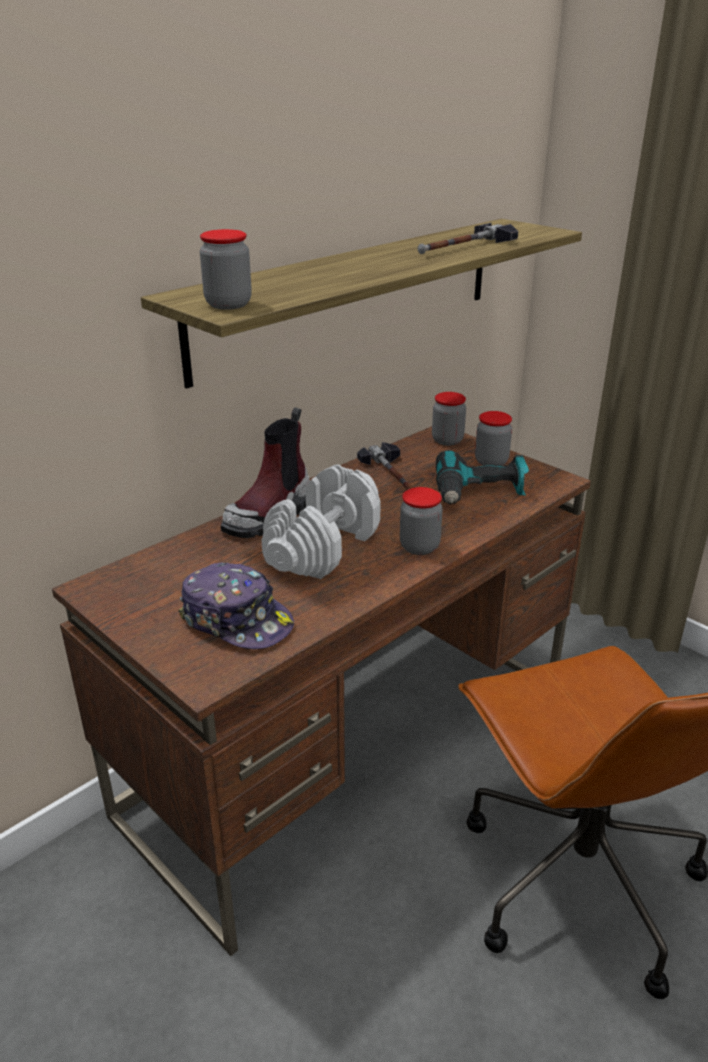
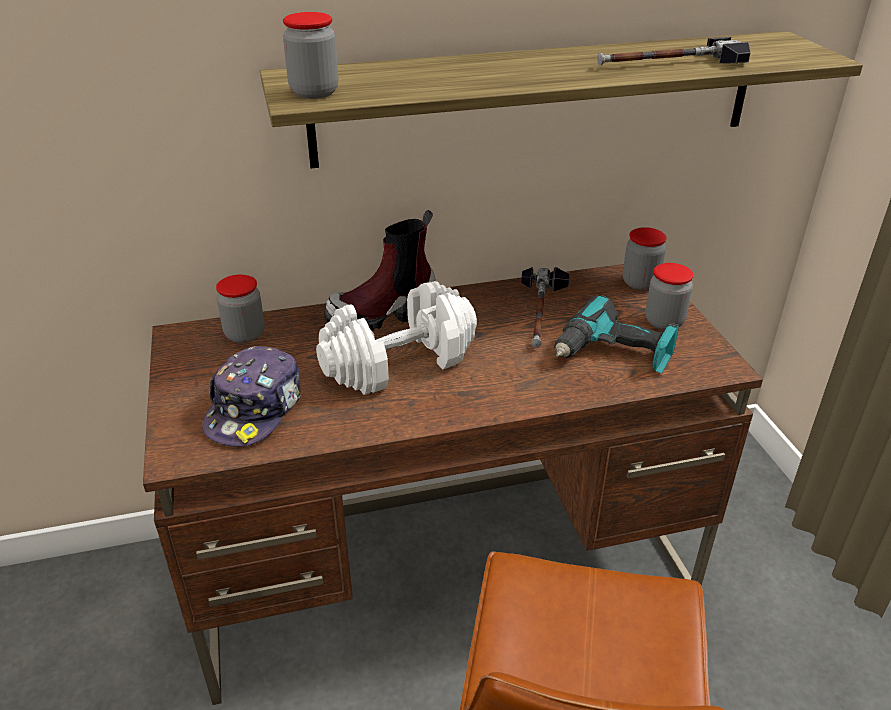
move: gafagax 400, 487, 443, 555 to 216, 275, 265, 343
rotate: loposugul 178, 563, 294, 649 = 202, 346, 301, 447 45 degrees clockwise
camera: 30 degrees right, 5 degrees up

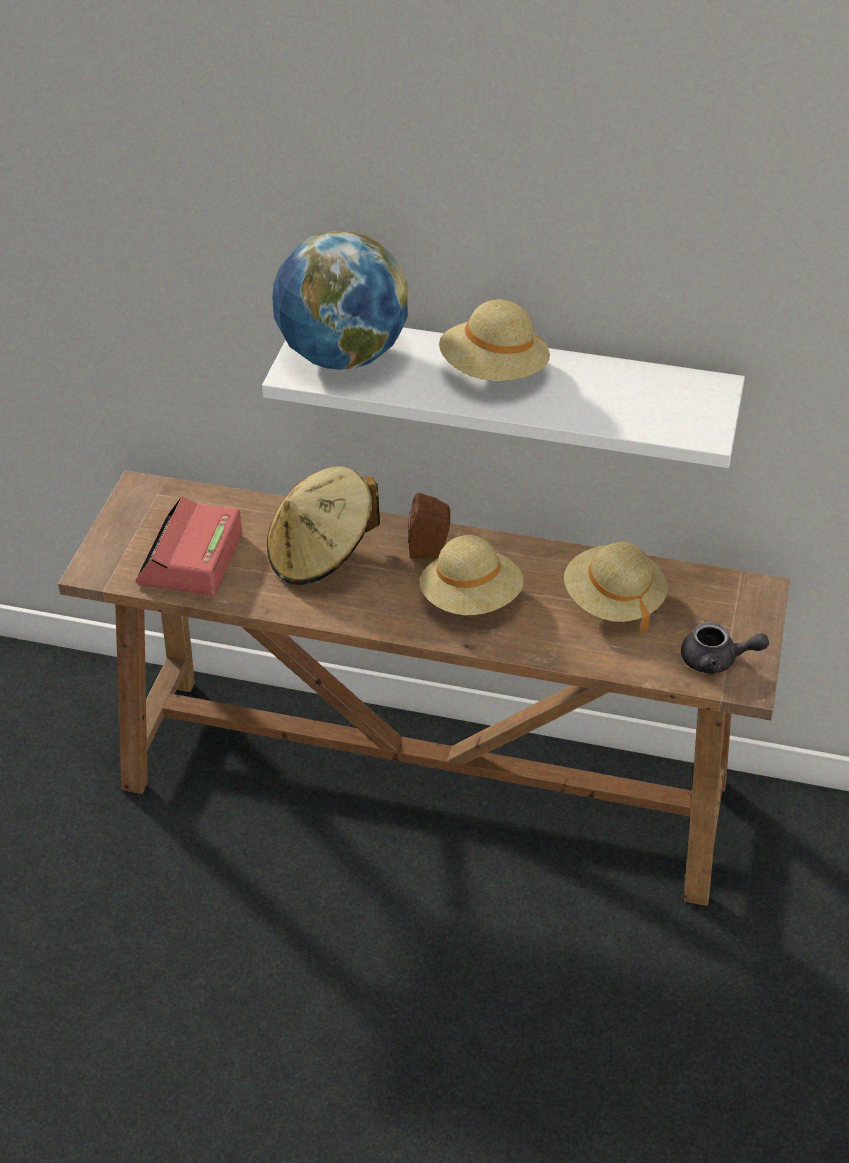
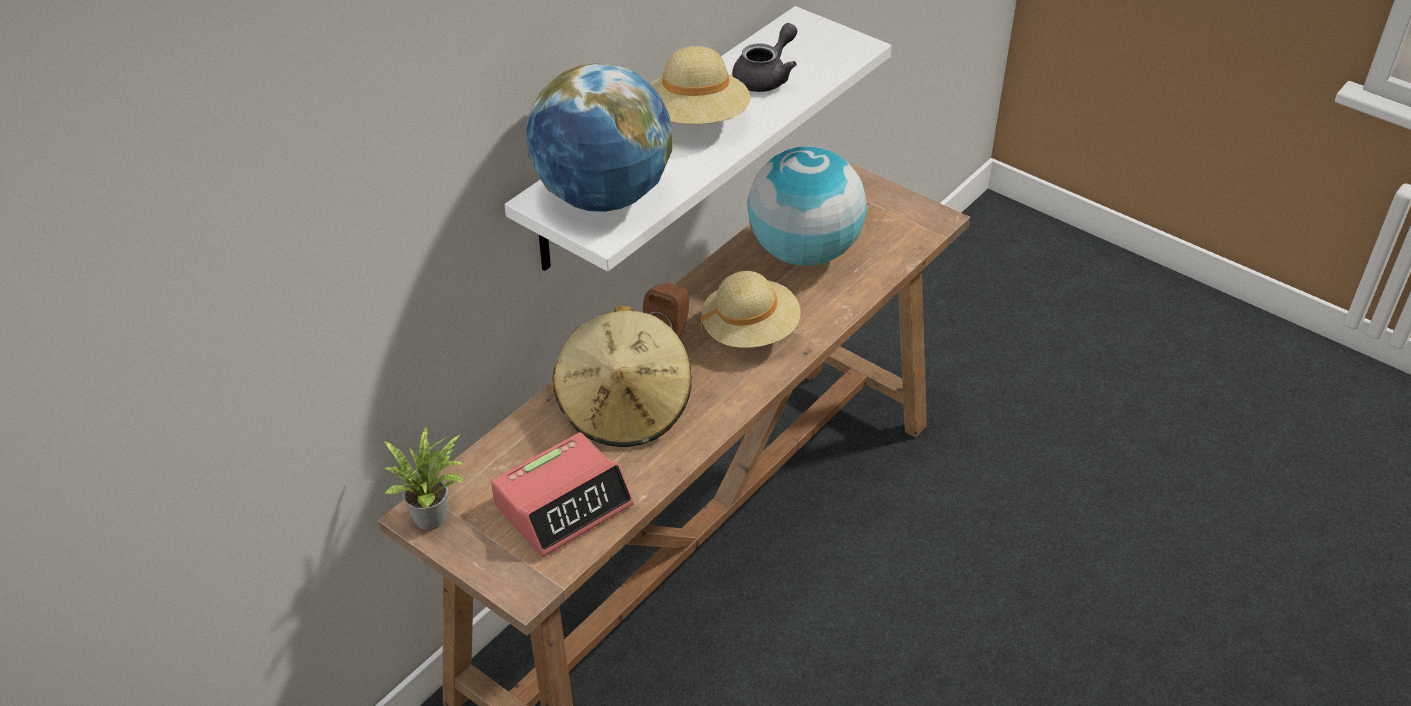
insert: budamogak 383, 426, 466, 530
move: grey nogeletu 681, 622, 769, 674 to 732, 23, 797, 92
replace: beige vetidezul 564, 542, 668, 633 to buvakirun 747, 146, 867, 266
rotate: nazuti 136, 495, 242, 596 = 491, 432, 634, 557 75 degrees counterclockwise
camera: 65 degrees left, 0 degrees up

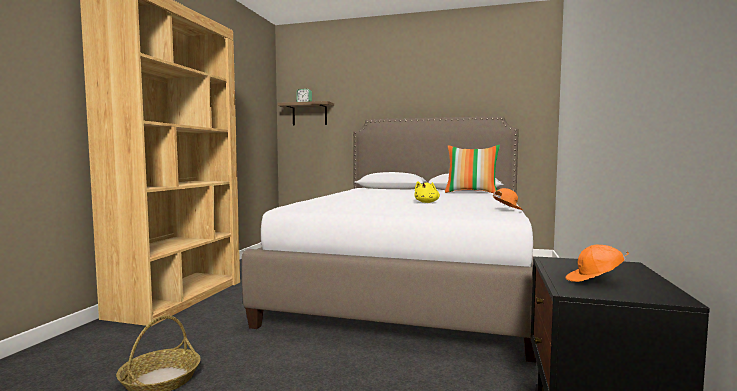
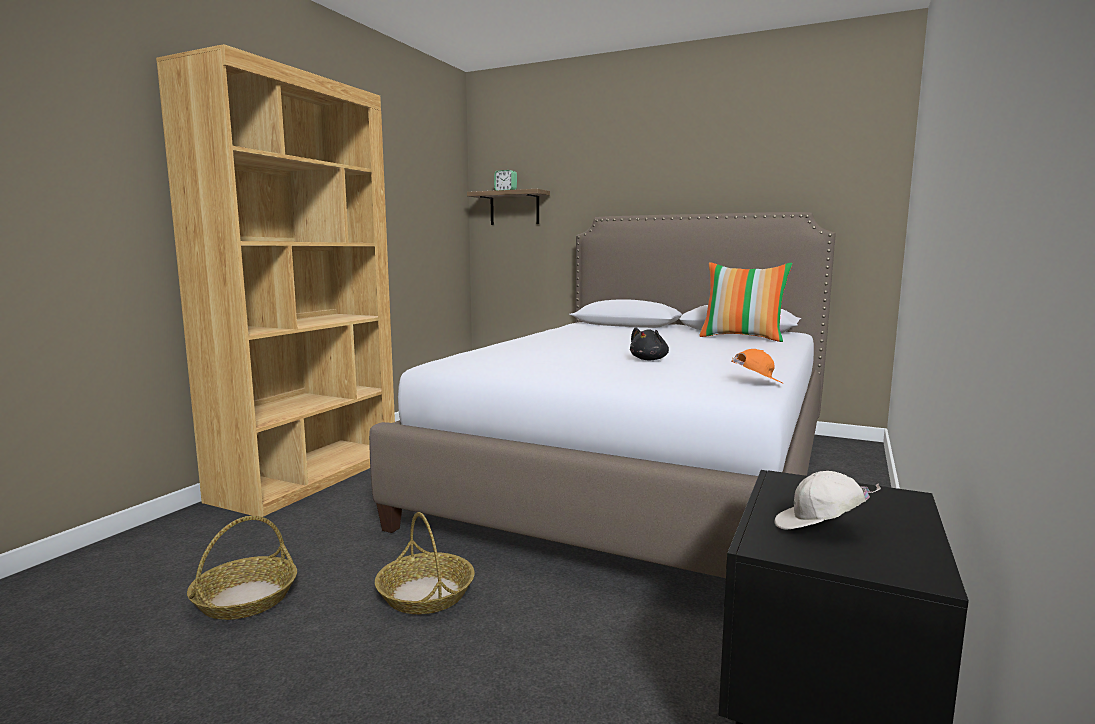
insert: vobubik 375, 512, 475, 614
recolor: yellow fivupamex 414, 181, 440, 203 to black fivupamex 630, 327, 669, 360; orange loposugul 565, 245, 629, 282 to white loposugul 774, 471, 881, 530
camera: 10 degrees right, 5 degrees up

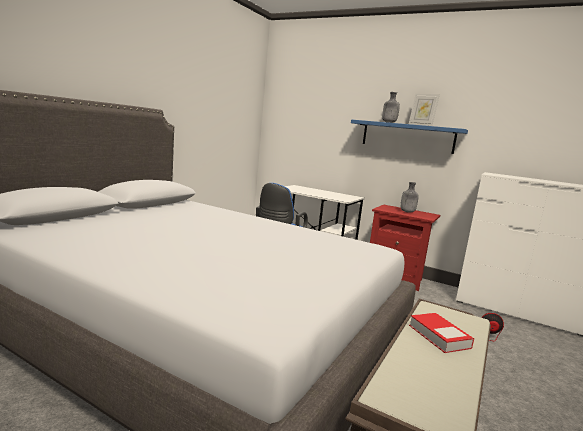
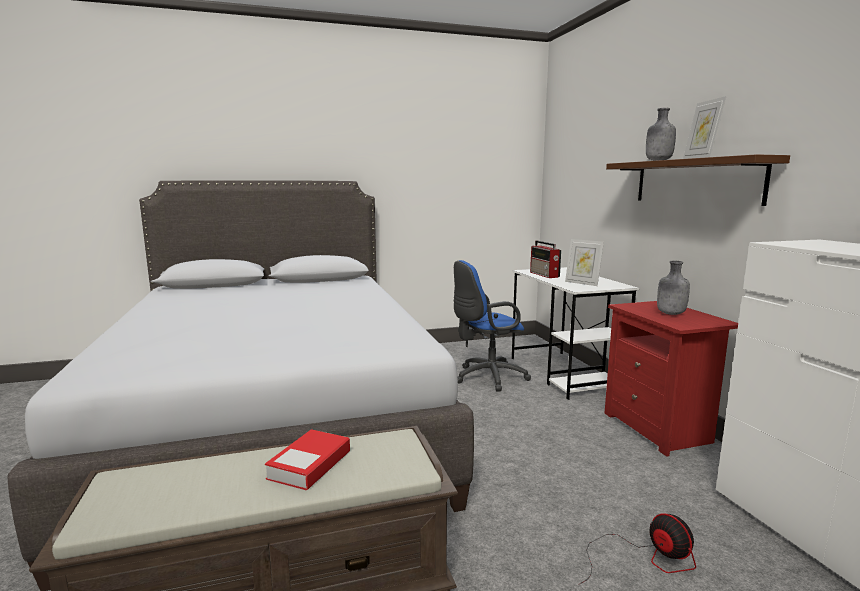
insert: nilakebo 530, 241, 561, 278; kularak 565, 239, 604, 286
recolor: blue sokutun 351, 119, 468, 154 to brown sokutun 606, 154, 790, 206
camera: 45 degrees right, 0 degrees up

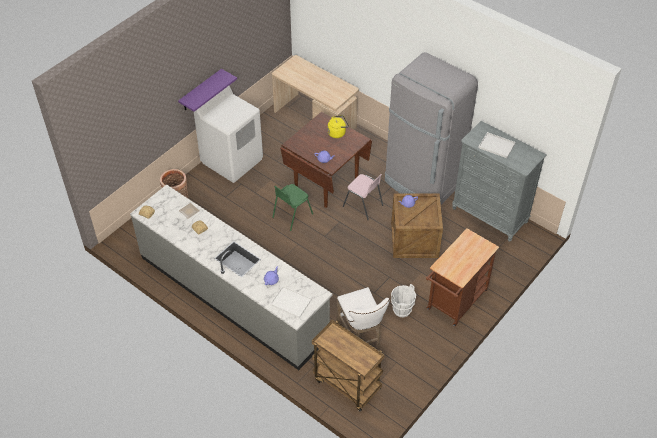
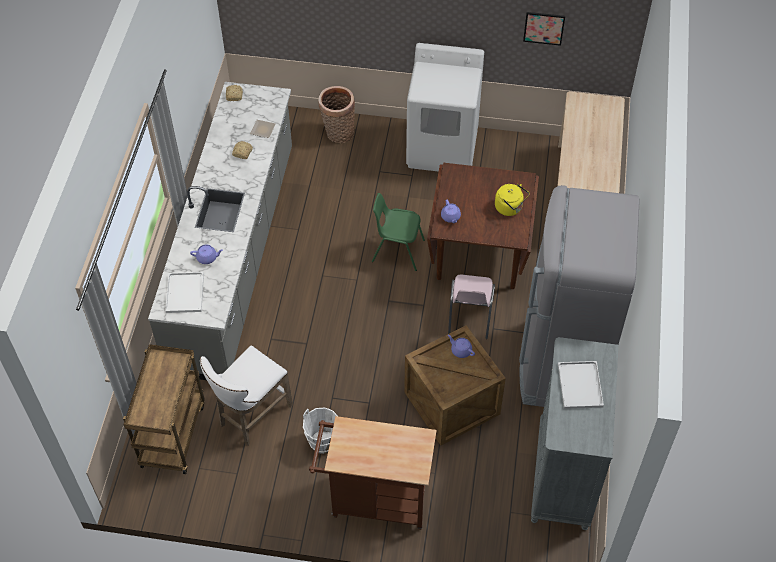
delete: purple sokutun 178, 69, 237, 112
insert: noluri 523, 12, 565, 46
camera: 60 degrees right, 5 degrees up

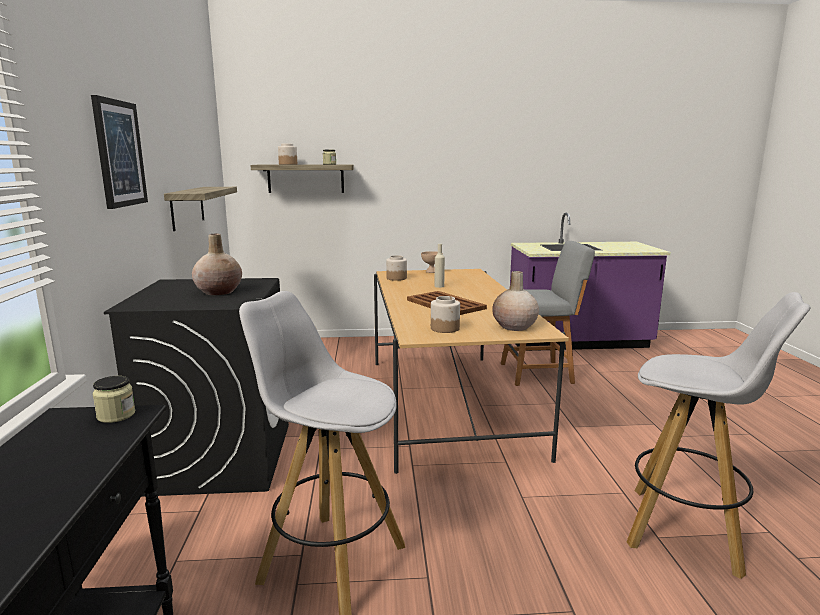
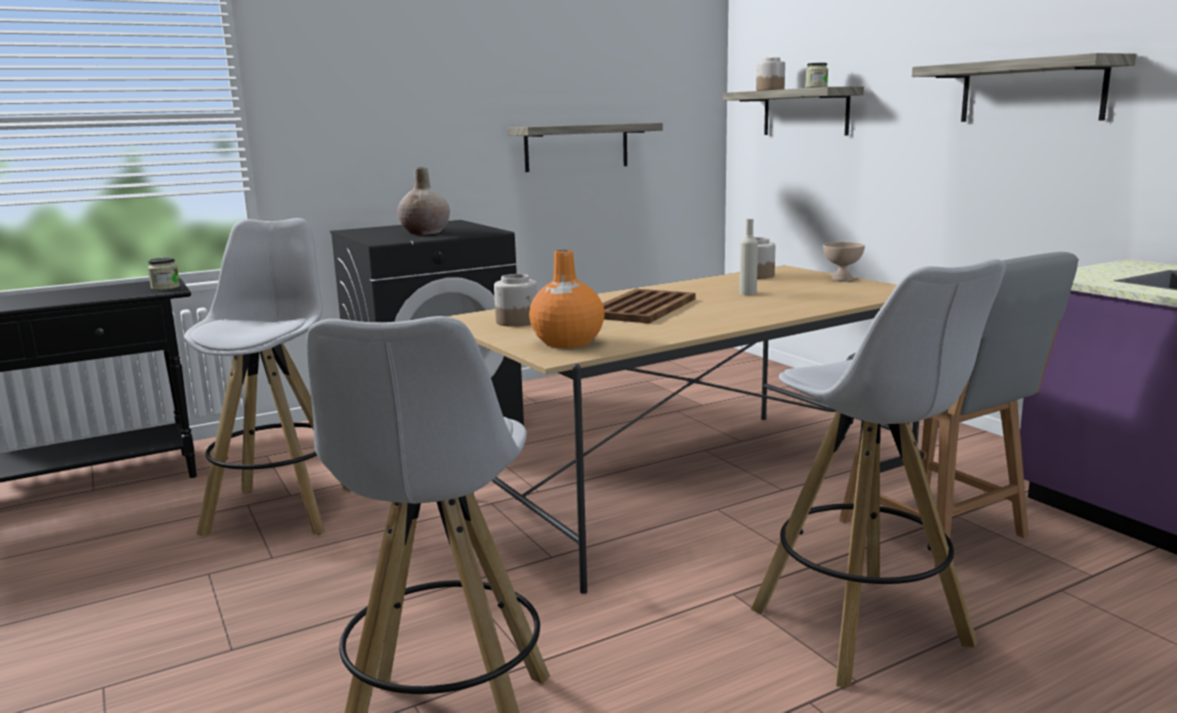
delete: noluri 91, 95, 148, 209
insert: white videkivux 751, 259, 1006, 687; sokutun 912, 53, 1136, 122
recolor: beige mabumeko 492, 271, 539, 331 to orange mabumeko 529, 250, 605, 348
camera: 65 degrees right, 0 degrees up

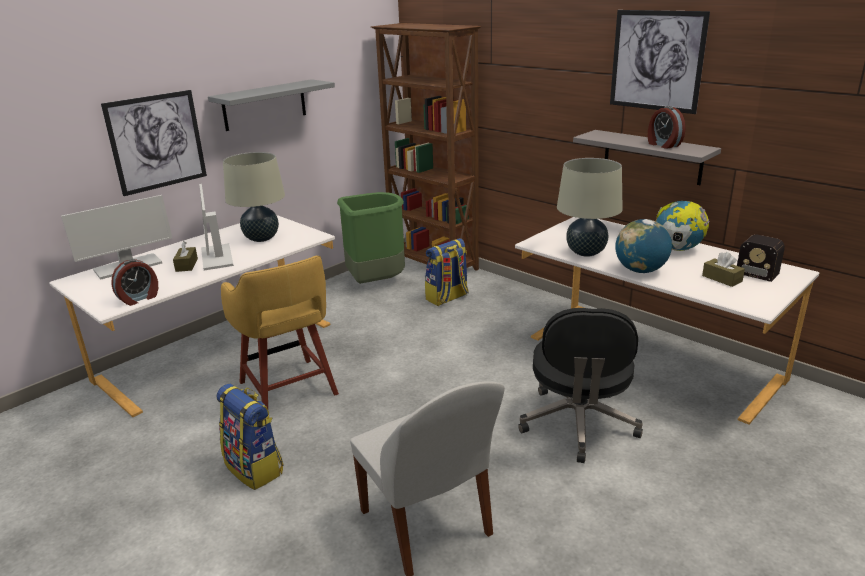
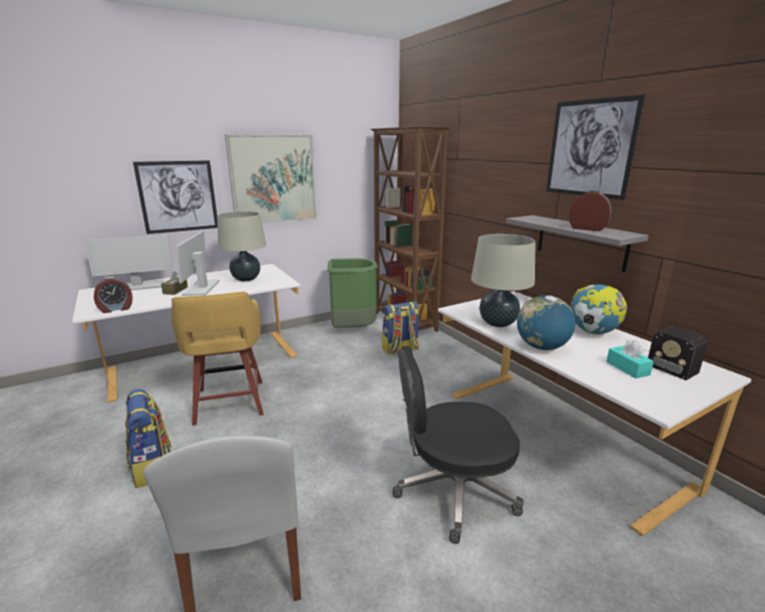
replace: grey sokutun 208, 79, 335, 131 to noluri 225, 134, 317, 224
recolor: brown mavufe 702, 252, 745, 287 to turquoise mavufe 606, 340, 654, 379
rotate: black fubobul 518, 308, 643, 463 = 393, 346, 524, 544 60 degrees clockwise; nazuti 648, 106, 685, 149 = 569, 190, 612, 231 135 degrees clockwise
camera: 15 degrees right, 5 degrees down

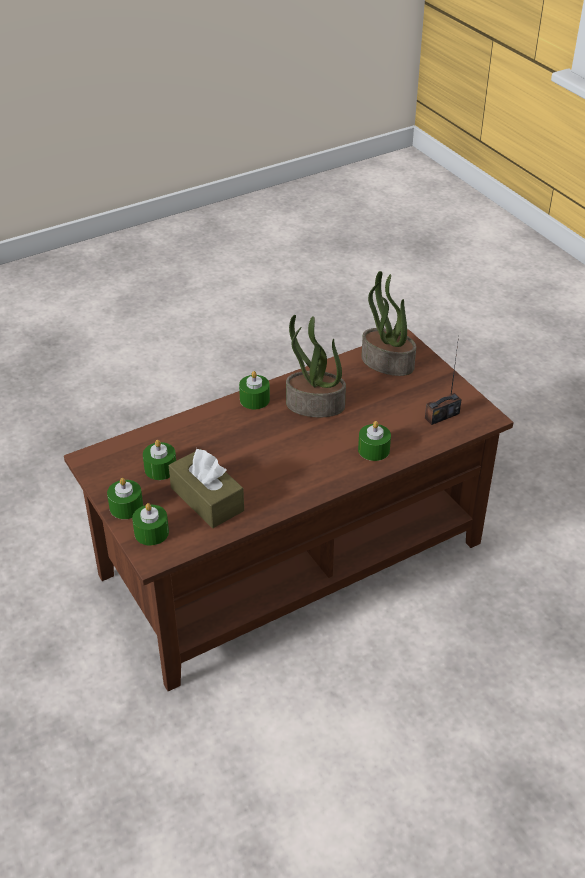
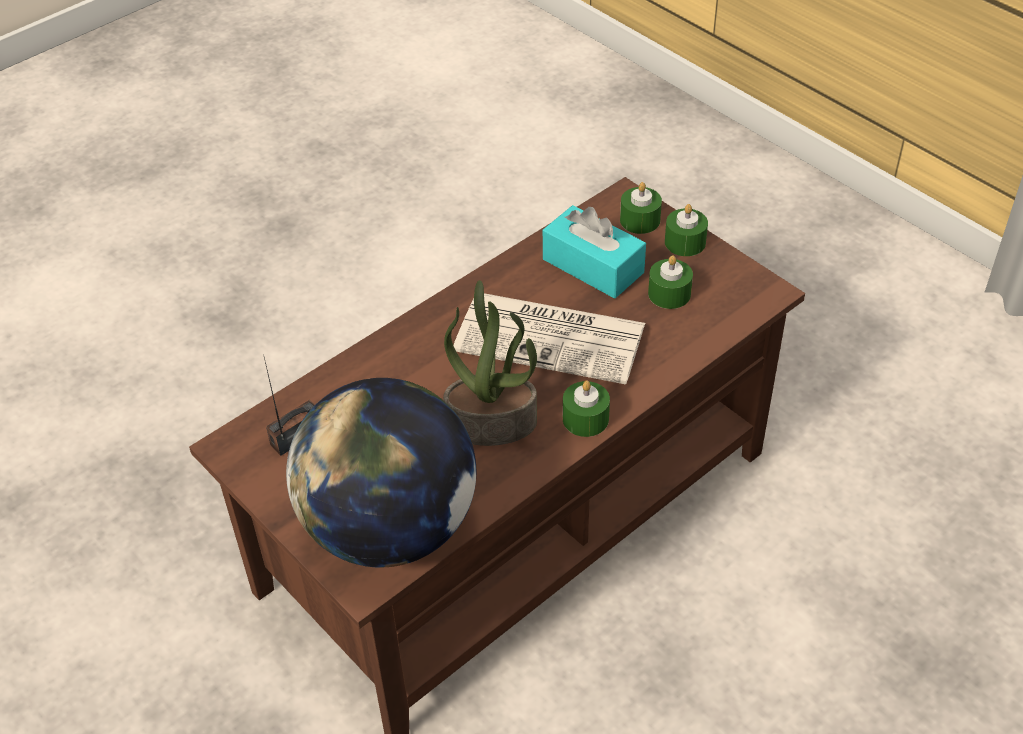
delete: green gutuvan 358, 421, 391, 461
insert: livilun 453, 293, 645, 385
replace: budamogak 361, 271, 416, 376 to buvakirun 286, 378, 476, 567
recolor: brown mavufe 169, 449, 244, 528 to turquoise mavufe 543, 205, 646, 298
camera: 170 degrees right, 5 degrees up

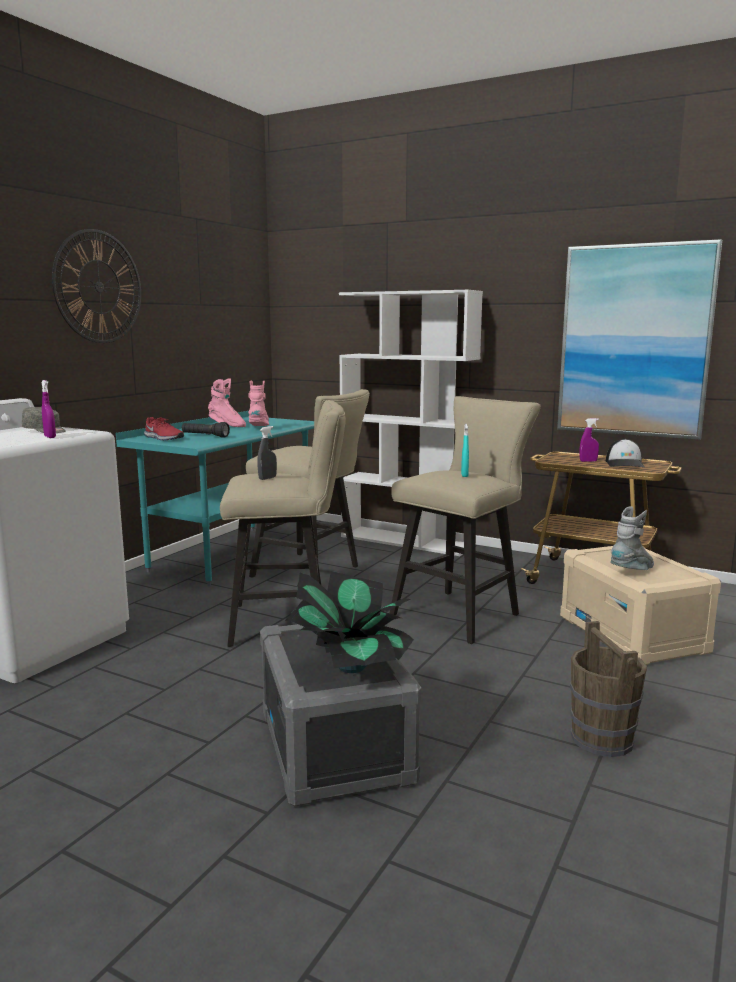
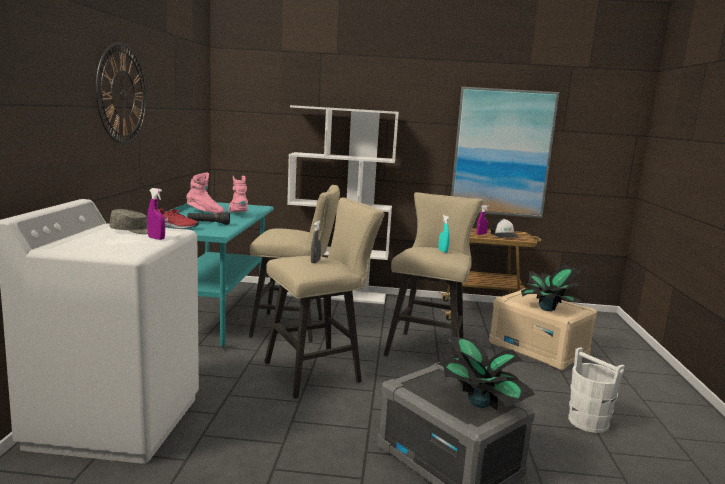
replace: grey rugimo 610, 506, 654, 570 to budamogak 519, 265, 582, 311
recolor: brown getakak 570, 621, 647, 757 to white getakak 568, 347, 625, 433
camera: 25 degrees left, 0 degrees up

